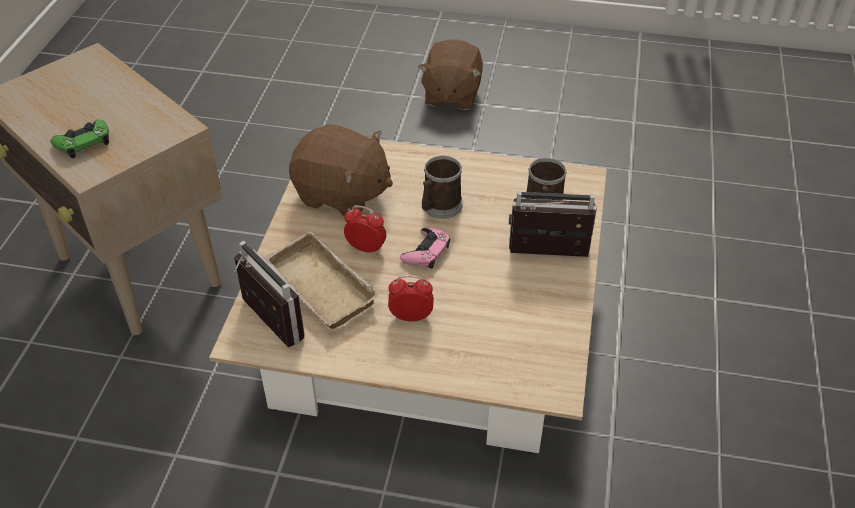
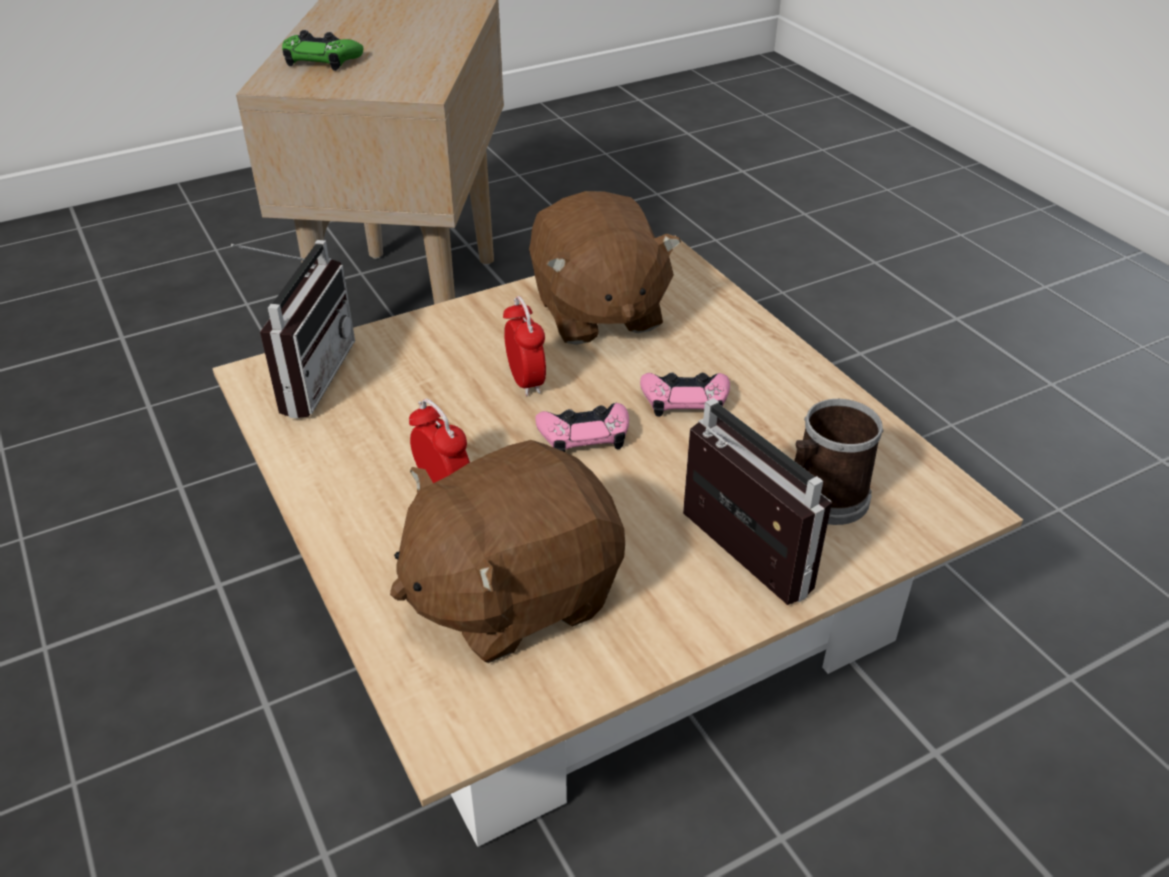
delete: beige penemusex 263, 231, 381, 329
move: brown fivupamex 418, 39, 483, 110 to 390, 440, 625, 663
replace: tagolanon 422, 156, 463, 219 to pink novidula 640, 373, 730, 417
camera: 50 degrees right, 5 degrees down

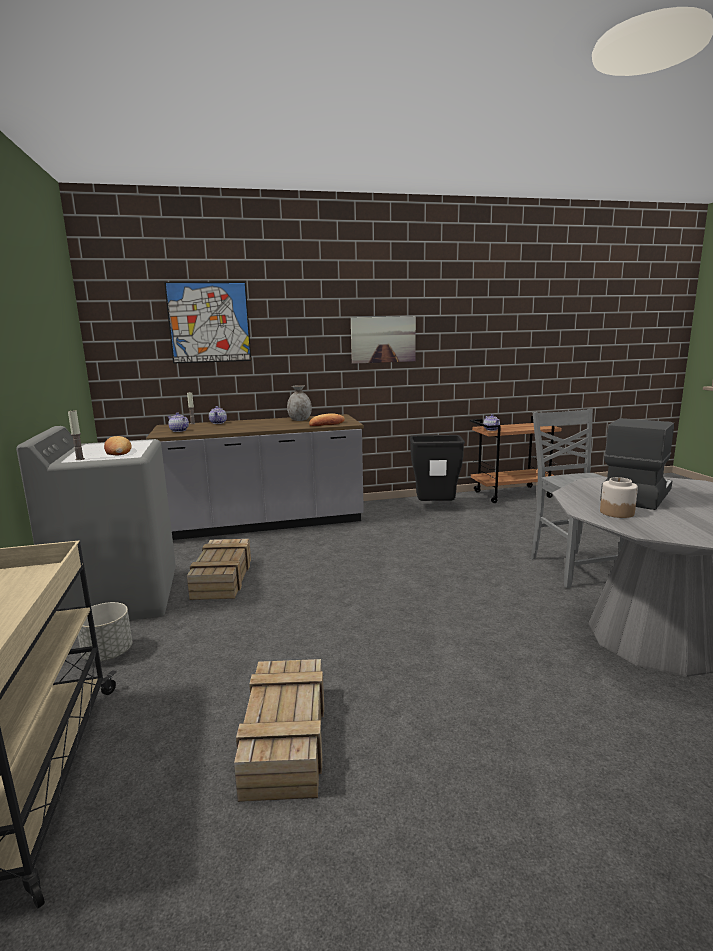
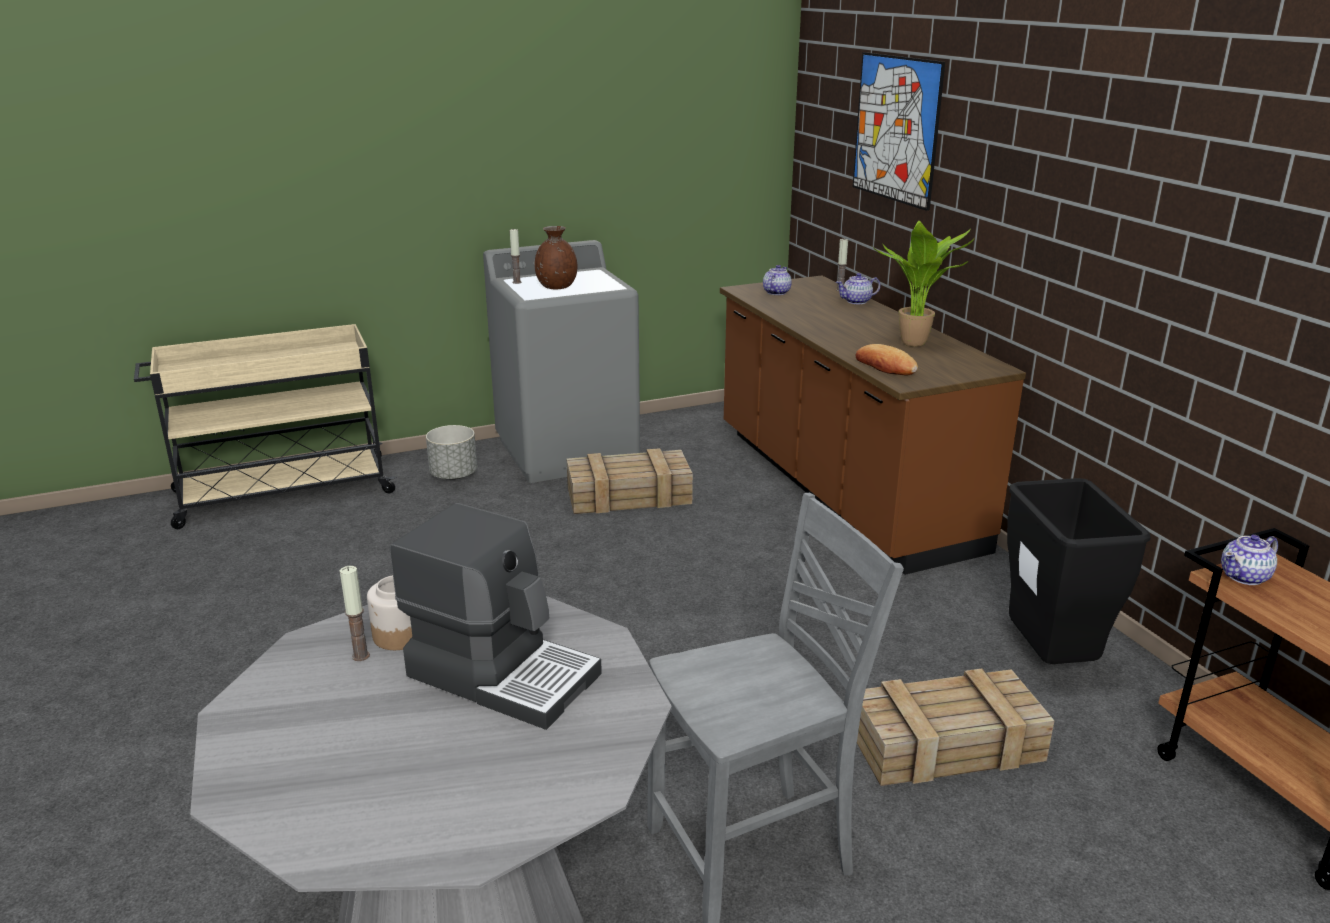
delete: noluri 351, 316, 416, 364
insert: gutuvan 340, 566, 370, 661
move: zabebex 234, 659, 324, 802 to 857, 668, 1054, 786
replace: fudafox 104, 436, 132, 455 to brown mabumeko 535, 226, 577, 289; grey mabumeko 287, 385, 312, 421 to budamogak 872, 221, 975, 347
recolor: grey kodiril 146, 414, 364, 540 to brown kodiril 720, 276, 1026, 575
camera: 80 degrees right, 10 degrees up

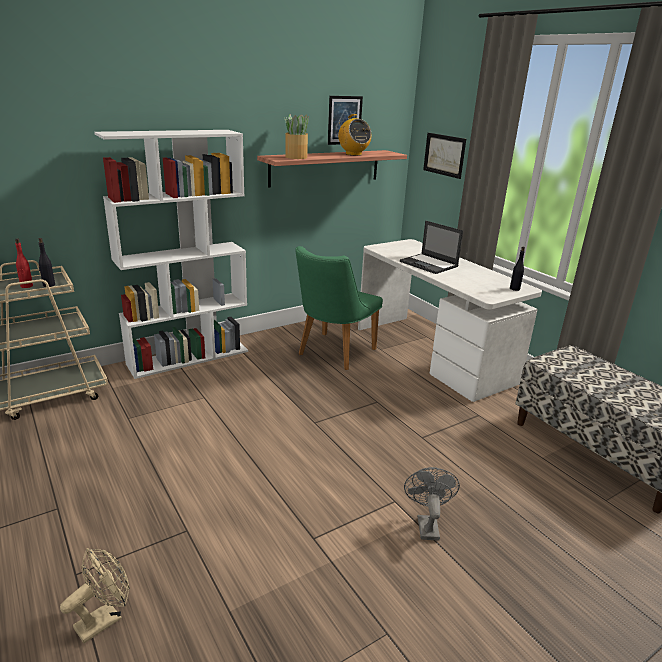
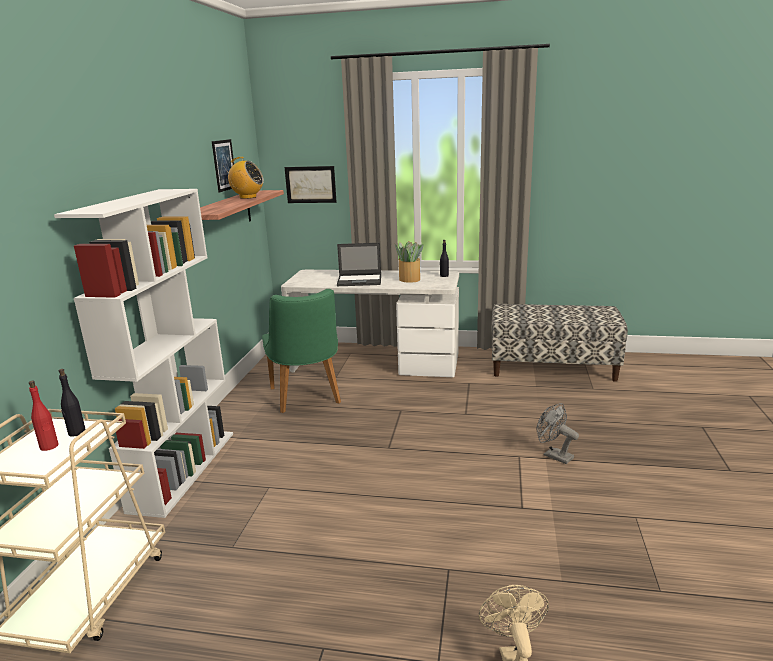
move: budamogak 284, 114, 309, 159 to 395, 241, 423, 283
camera: 45 degrees left, 5 degrees down

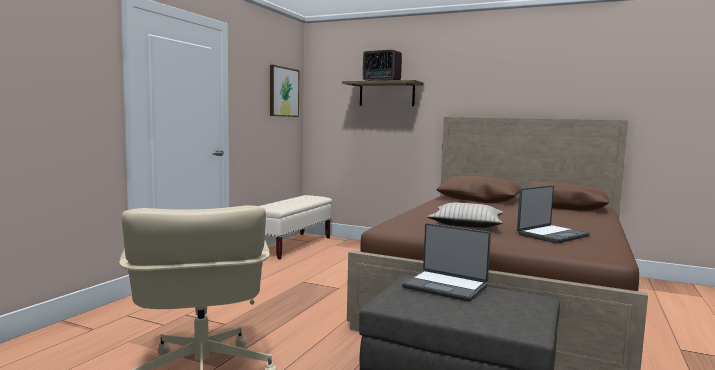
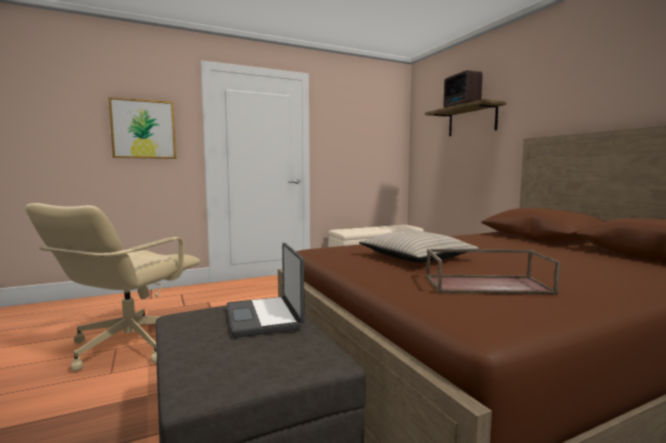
move: noluri 270, 65, 299, 117 to 108, 97, 176, 159
replace: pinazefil 517, 185, 590, 244 to brown penemusex 426, 249, 560, 295
camera: 40 degrees right, 0 degrees up

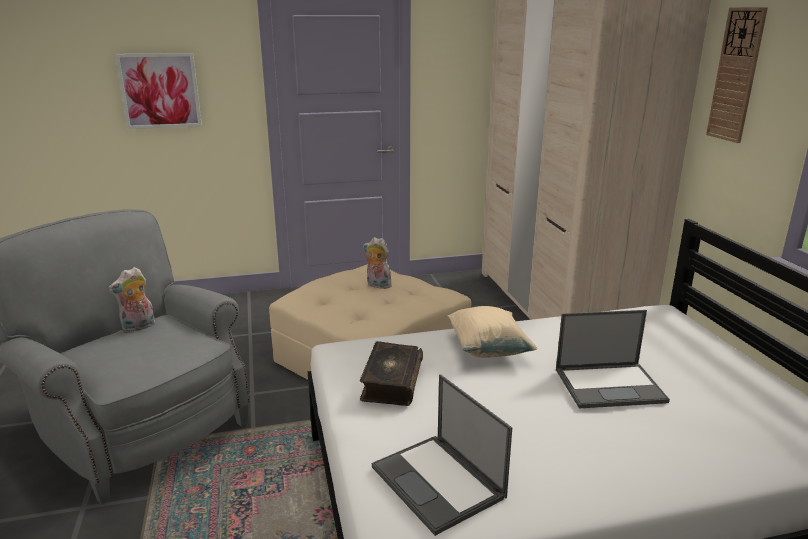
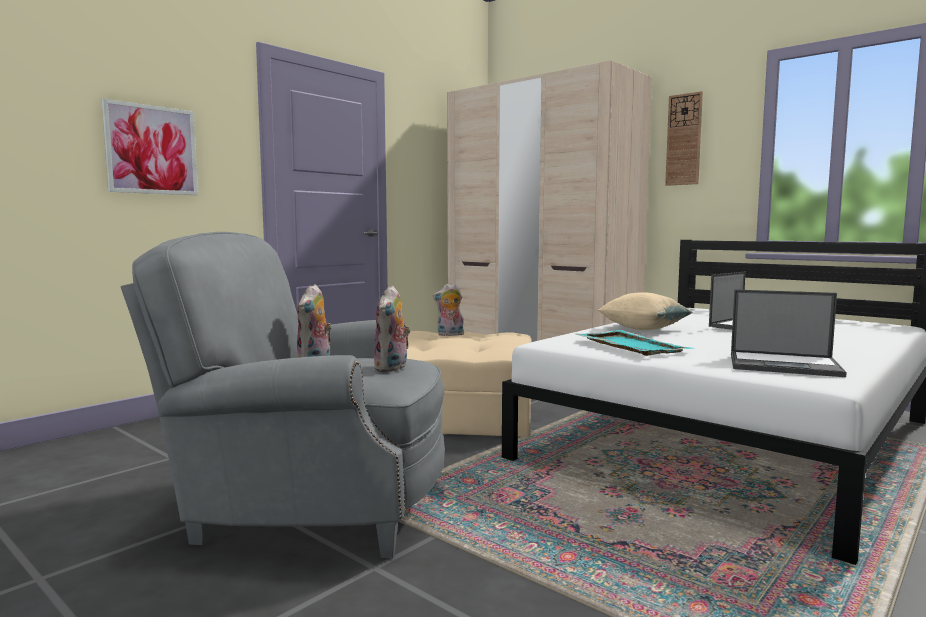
insert: fivupamex 374, 285, 411, 372
replace: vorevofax 360, 341, 423, 406 to turquoise penemusex 576, 330, 692, 356
camera: 35 degrees left, 15 degrees down

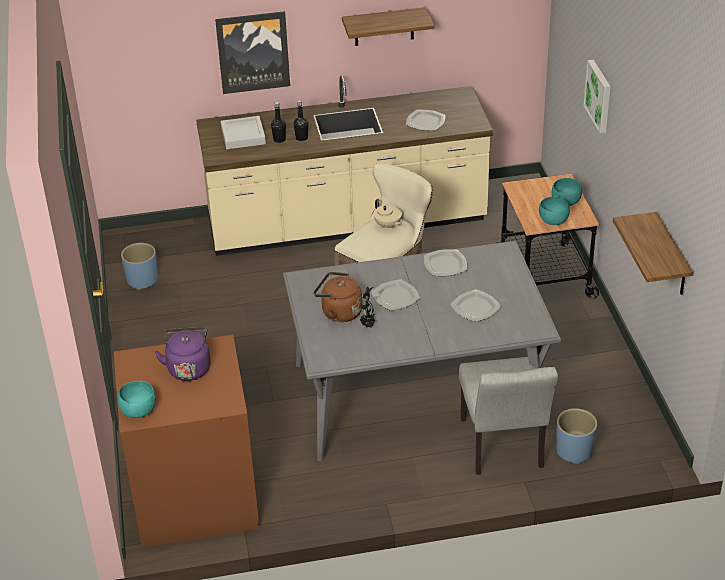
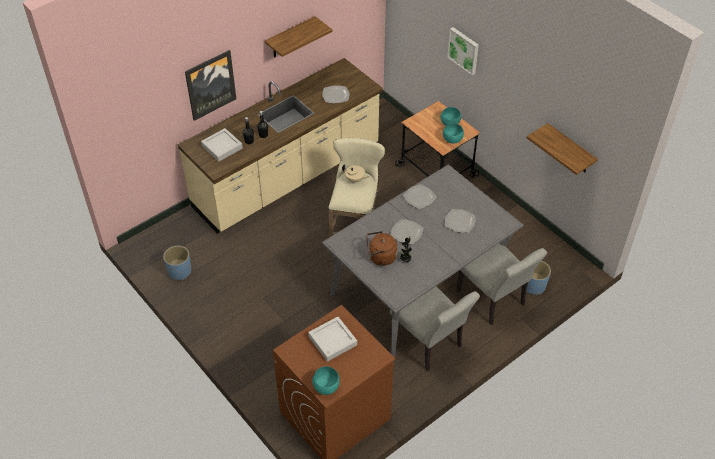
insert: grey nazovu 390, 286, 480, 371
replace: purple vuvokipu 155, 327, 211, 381 to grey penemusex 308, 316, 357, 362
camera: 30 degrees left, 10 degrees up

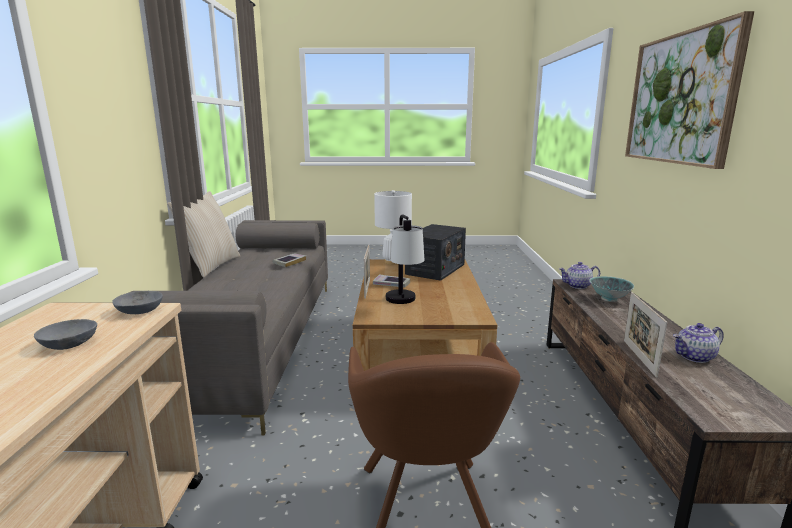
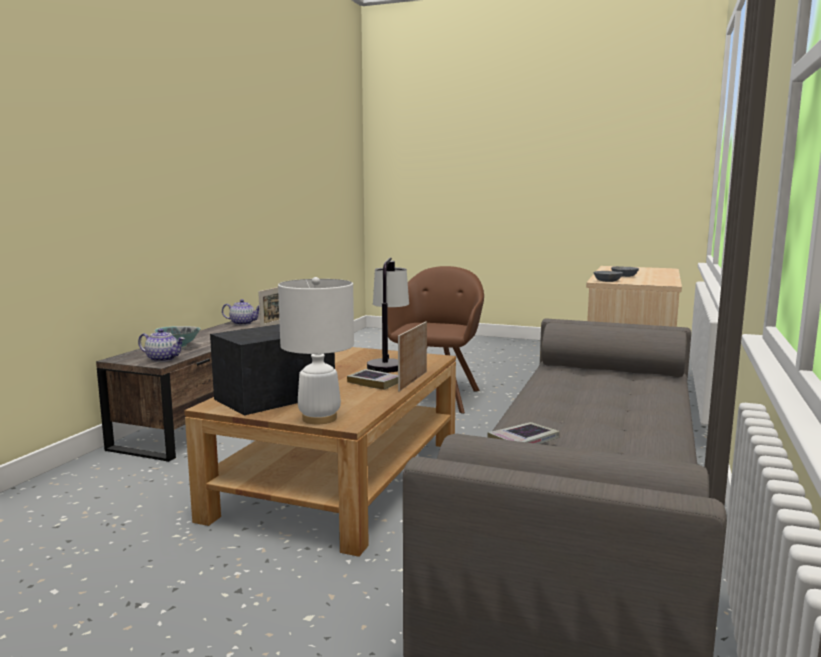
delete: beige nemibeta 167, 191, 240, 278; noluri 625, 11, 754, 169
camera: 160 degrees left, 5 degrees down

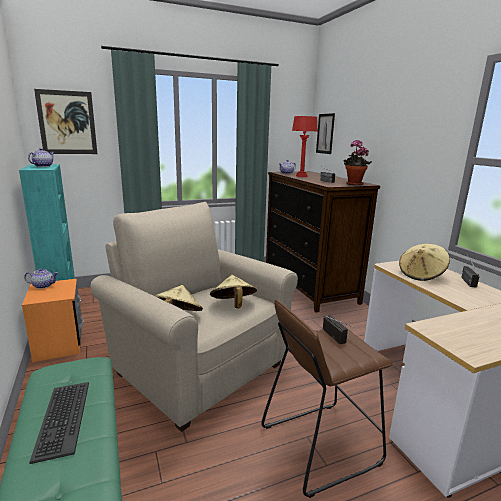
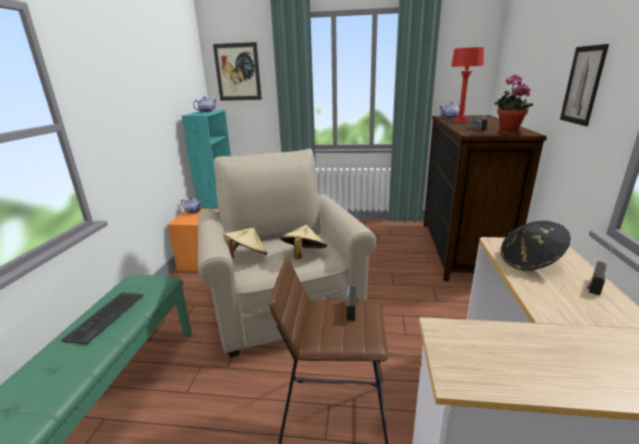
move: noluri 316, 113, 335, 154 to 560, 44, 609, 126
recolor: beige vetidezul 399, 244, 450, 281 to black vetidezul 500, 221, 571, 271
camera: 30 degrees right, 5 degrees up

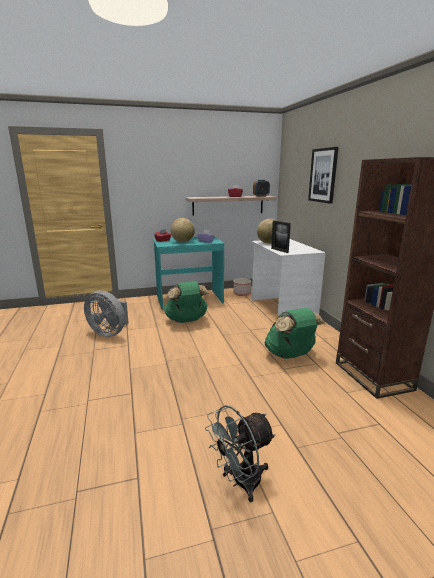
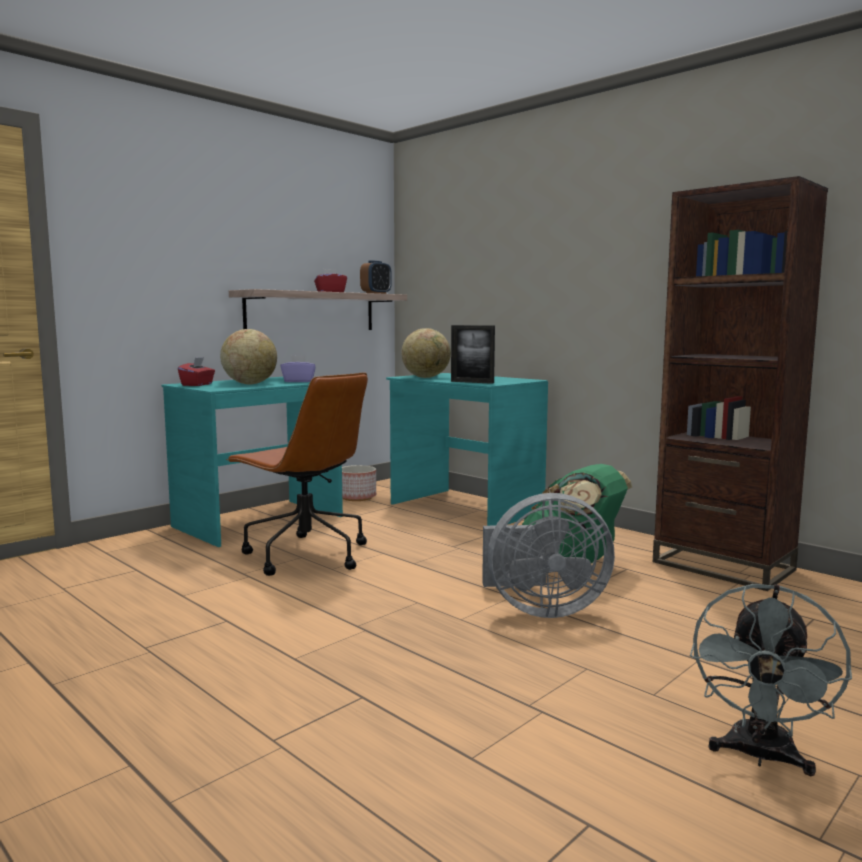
delete: noluri 308, 147, 338, 204
move: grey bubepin 84, 291, 129, 337 to 482, 493, 615, 618
replace: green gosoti 164, 281, 209, 323 to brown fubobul 226, 372, 368, 576
recolor: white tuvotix 252, 239, 325, 319 to turquoise tuvotix 386, 373, 548, 526
camera: 30 degrees left, 10 degrees down

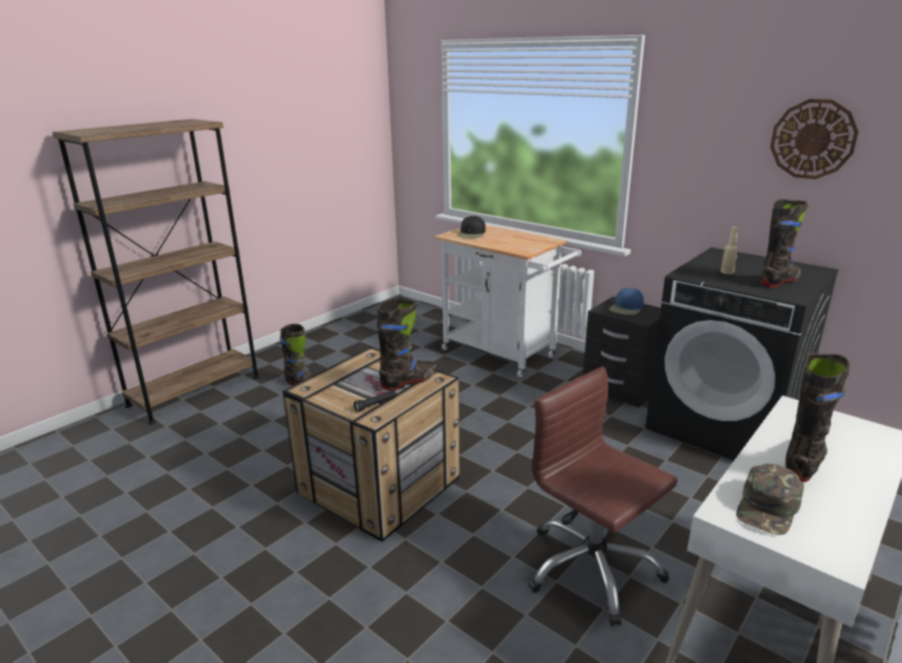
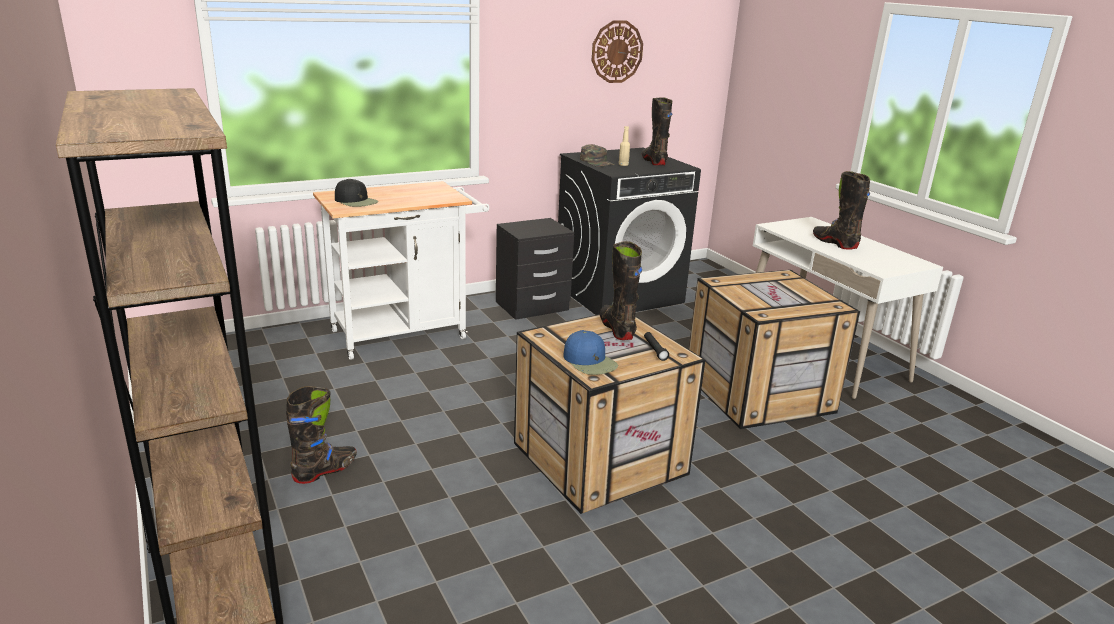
move: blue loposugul 609, 288, 644, 315 to 563, 330, 618, 375; green loposugul 736, 464, 804, 535 to 580, 144, 615, 167
replace: brown fubobul 528, 366, 678, 626 to zabebex 689, 270, 860, 429
camera: 70 degrees left, 0 degrees up

